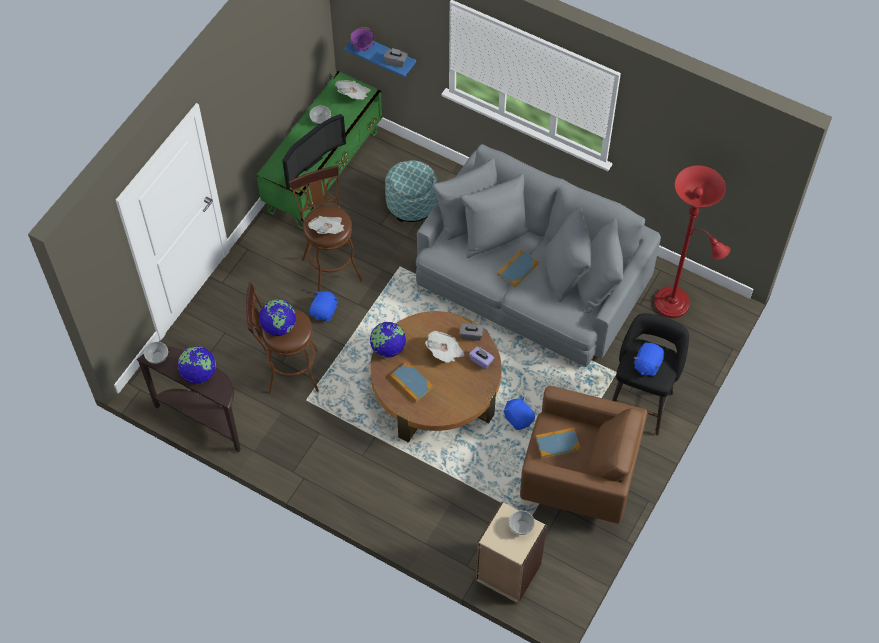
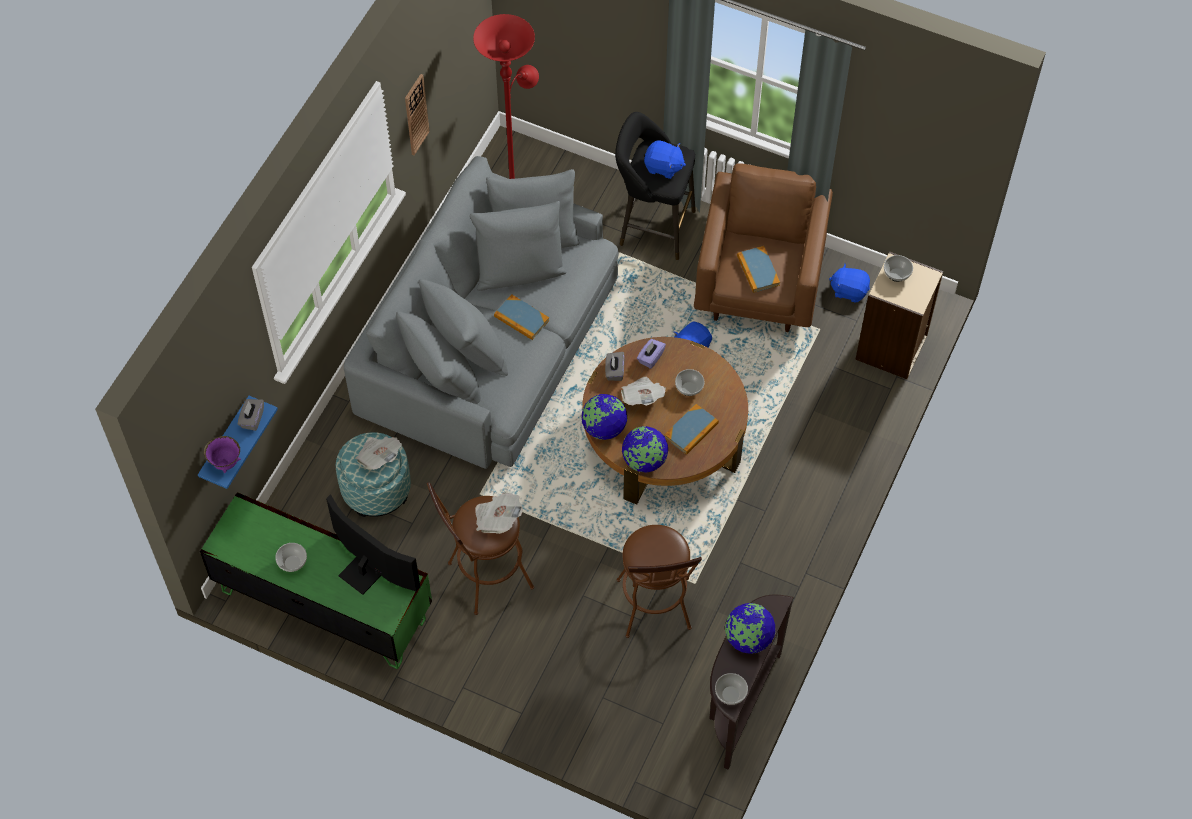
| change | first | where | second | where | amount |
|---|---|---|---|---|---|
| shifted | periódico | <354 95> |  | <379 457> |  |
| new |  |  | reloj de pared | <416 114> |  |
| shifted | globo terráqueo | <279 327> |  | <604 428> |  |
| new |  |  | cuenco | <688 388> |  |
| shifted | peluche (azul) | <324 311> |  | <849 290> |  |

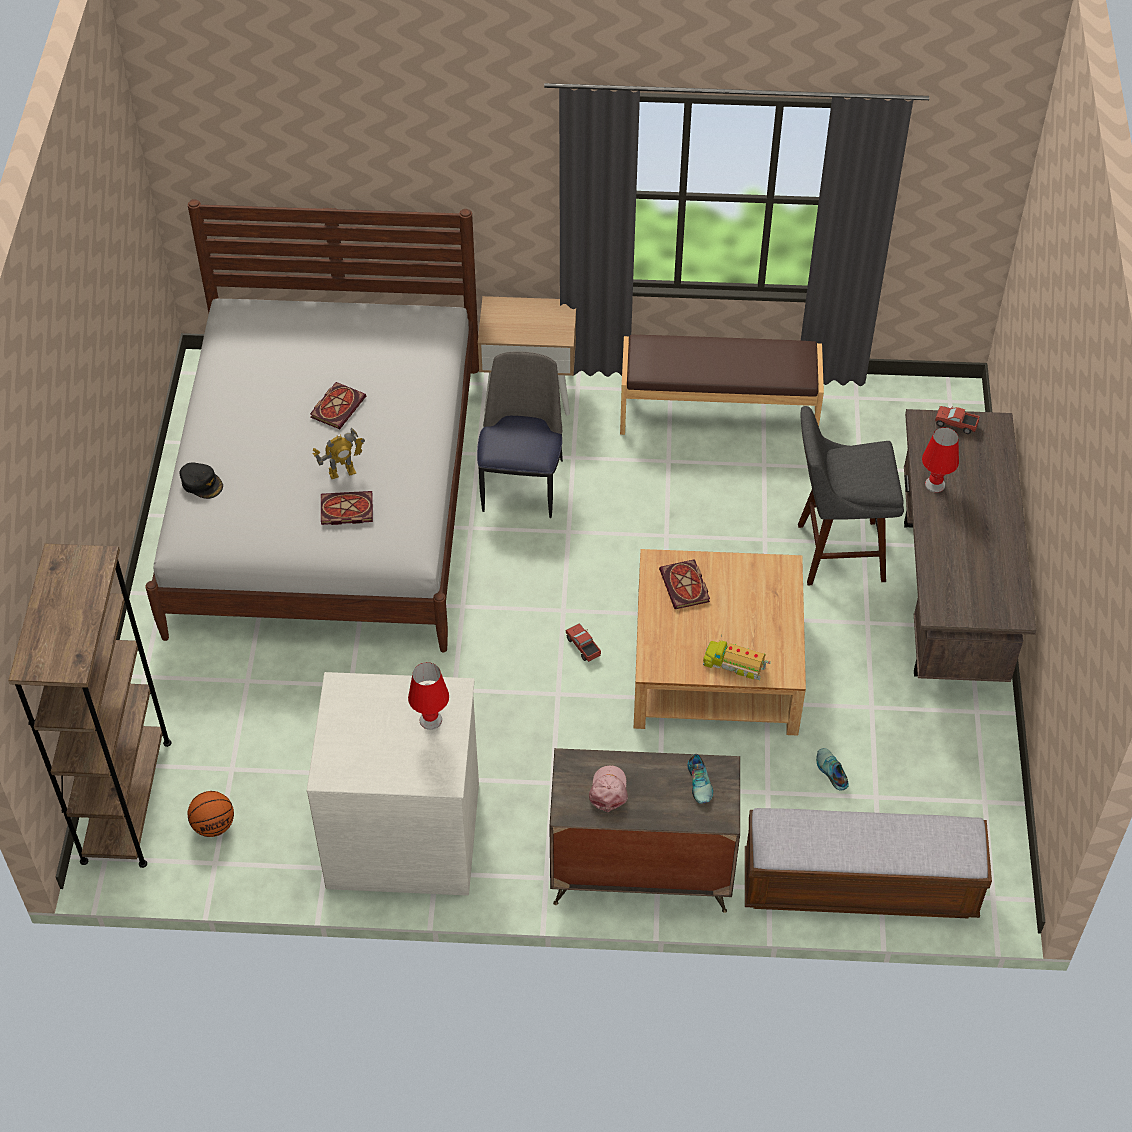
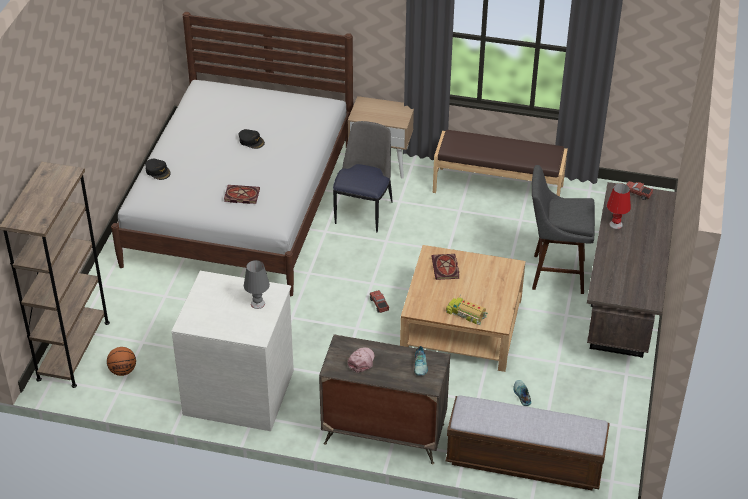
| change | first | where | second | where | amount |
|---|---|---|---|---|---|
| swapped | libro | <338 406> | gorra (negro) | <251 141> |  |
| repainted | lámpara de mesa (rojo) | <430 719> | lámpara de mesa (gris) | <258 303> |  |
| gone | robot de juguete | <342 472> |  |  |  |

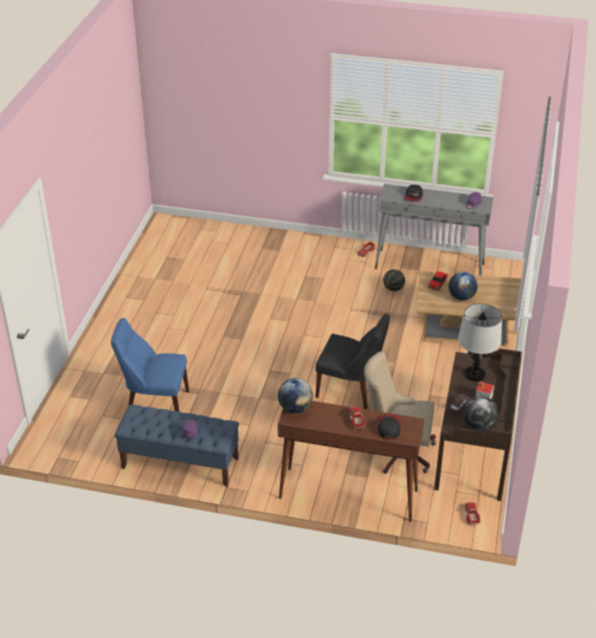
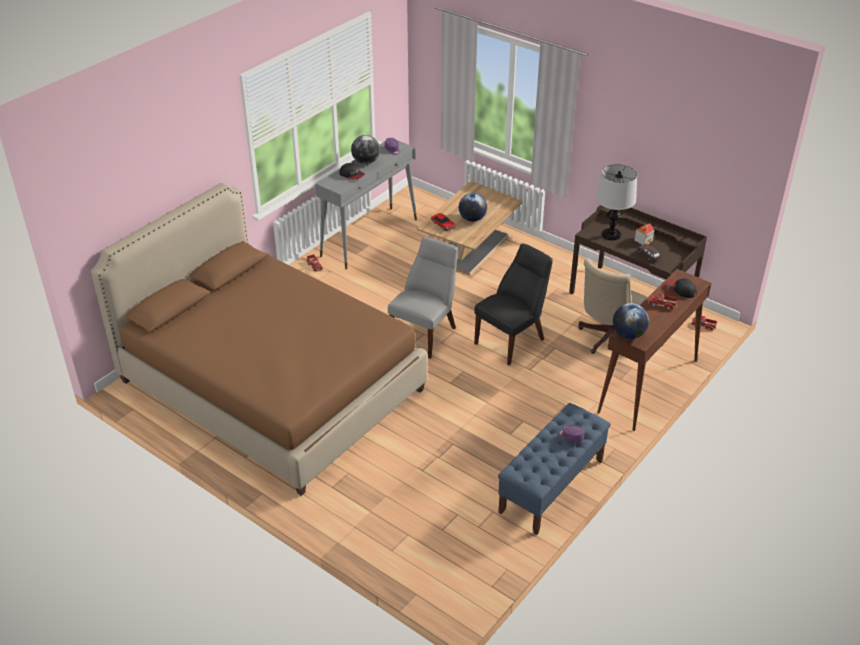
| change | first | where | second | where | amount |
|---|---|---|---|---|---|
| new |  |  | cama (marrón) | <271 386> |  |
| shifted | globo terráqueo | <479 426> |  | <366 162> |  |
| new |  |  | silla (gris) | <425 334> |  |
| gone | silla (azul) | <155 403> |  |  |  |
| gone | balón de baloncesto | <393 288> |  |  |  |

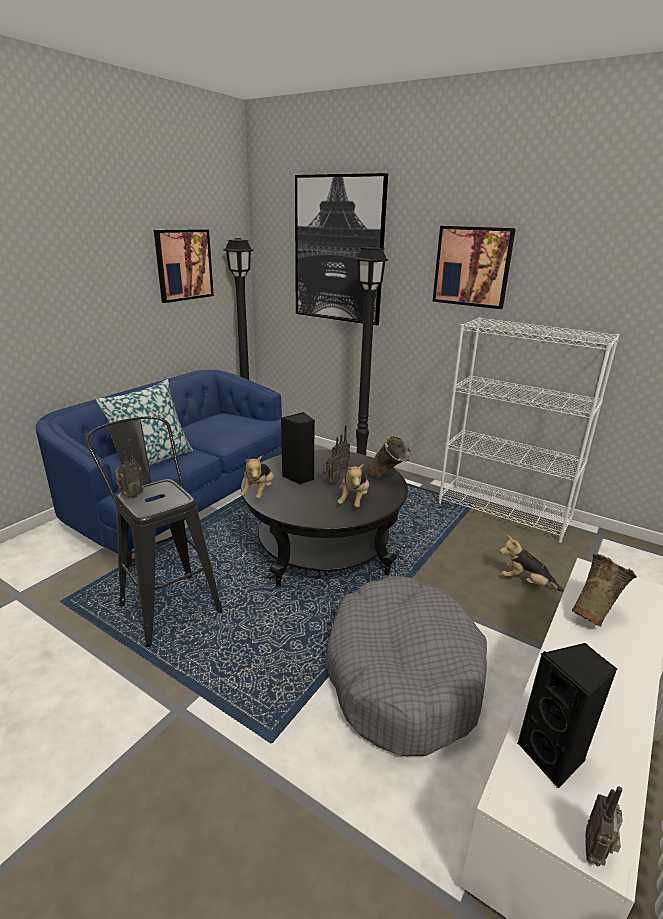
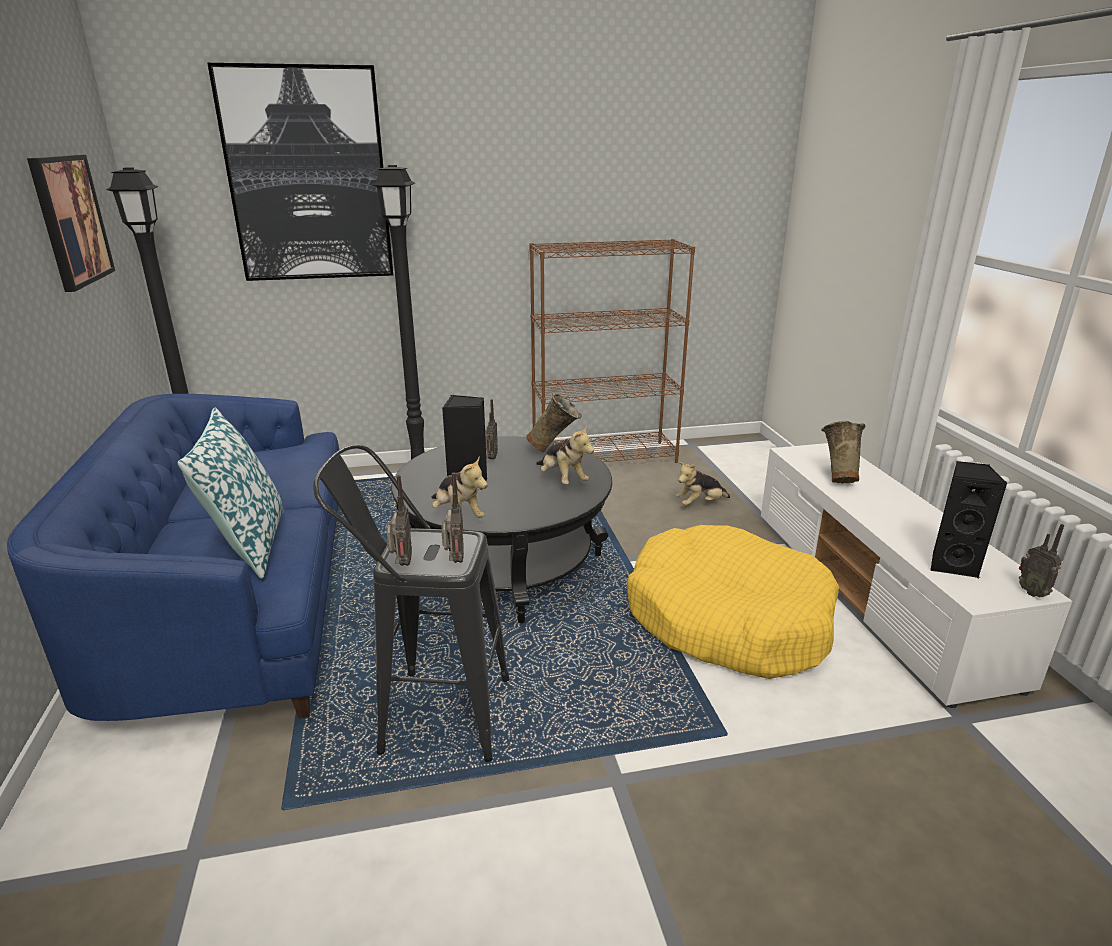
| change | first | where | second | where | amount |
|---|---|---|---|---|---|
| shifted | radio | <331 482> |  | <454 561> |  |
| repainted | estantería (blanco) | <504 512> | estantería (marrón) | <605 457> |  |
| repainted | cama para perro (gris) | <402 674> | cama para perro (amarillo) | <727 619> |  |
| gone | cuadro | <472 266> |  |  |  |

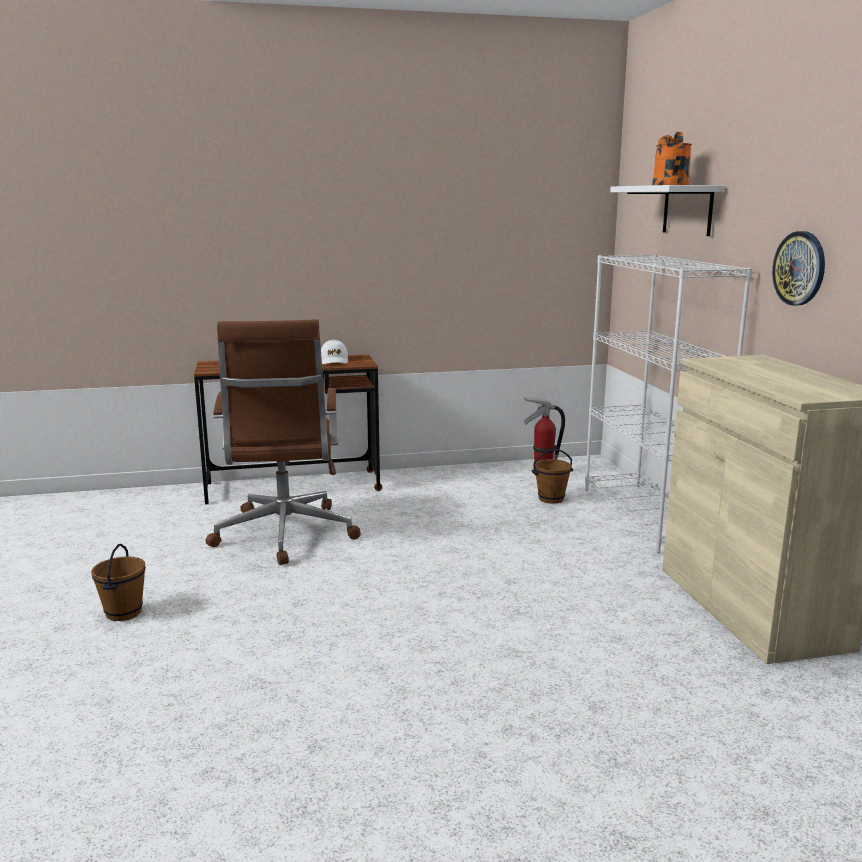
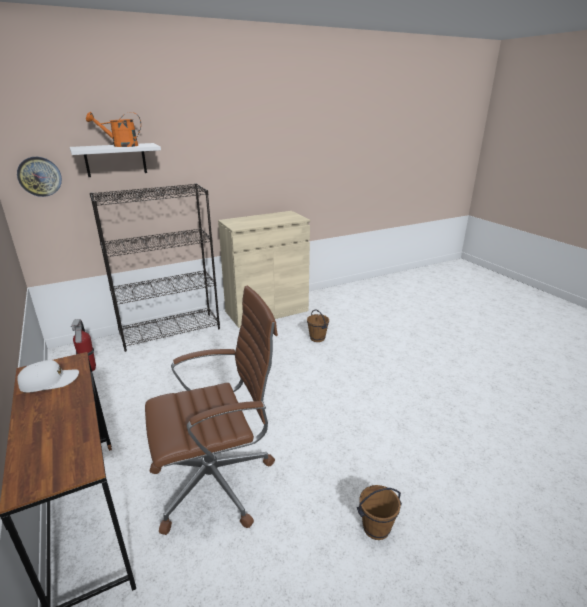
| change | first | where | second | where | amount |
|---|---|---|---|---|---|
| shifted | reloj de pared | <799 268> |  | <39 176> |  |
| repainted | estantería (blanco) | <648 516> | estantería (negro) | <171 331> |  |
| shifted | cubo (marrón) | <551 499> |  | <317 338> |  |

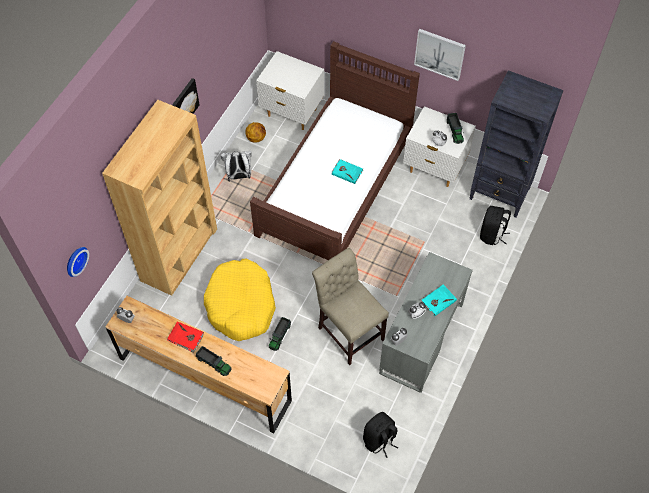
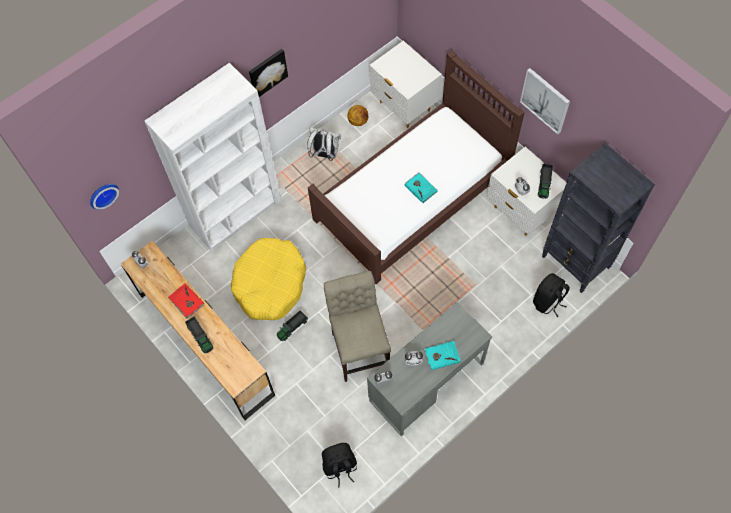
| change | first | where | second | where | amount |
|---|---|---|---|---|---|
| repainted | estantería (marrón) | <179 254> | estantería (blanco) | <235 213> |  |

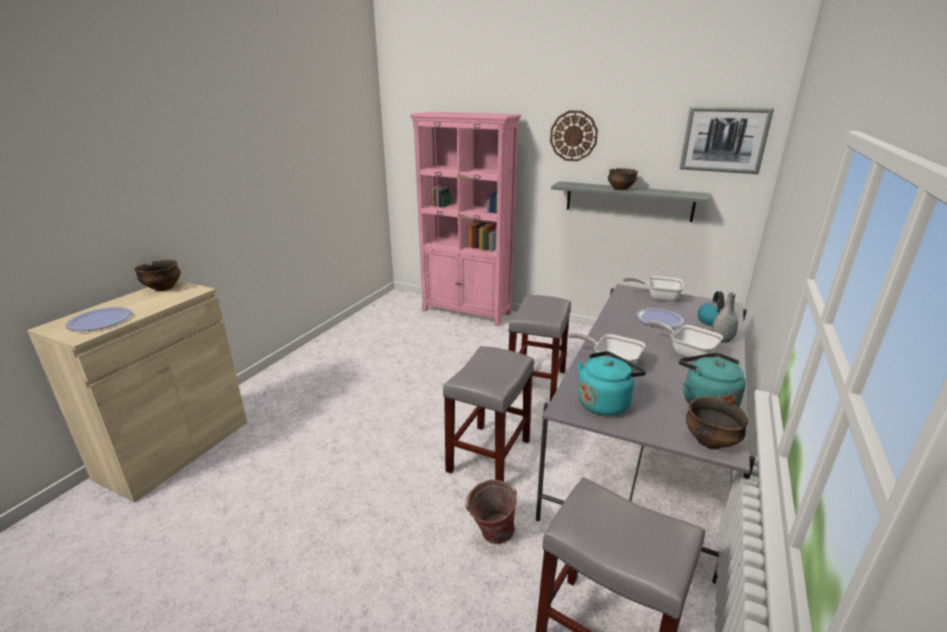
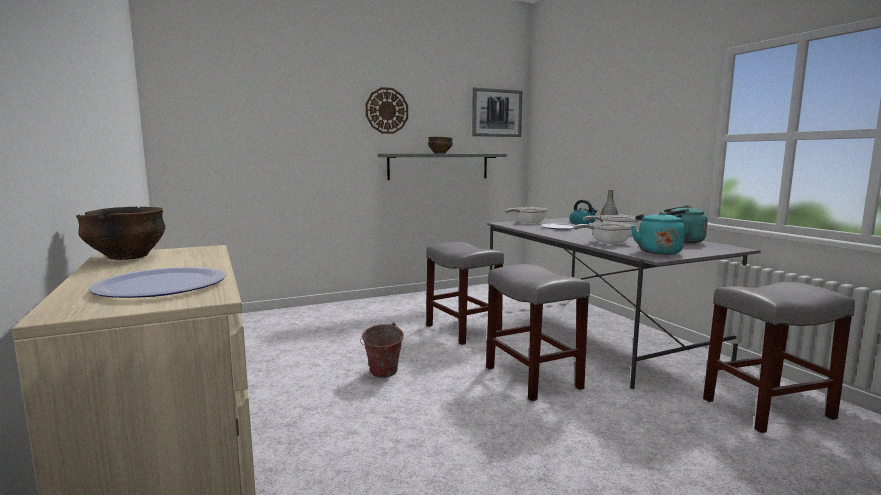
| change | first | where | second | where | amount |
|---|---|---|---|---|---|
| shifted | cubo | <490 535> |  | <382 375> |  |
| gone | estantería (rosa) | <467 312> |  |  |  |
| gone | cuenco | <710 441> |  |  |  |

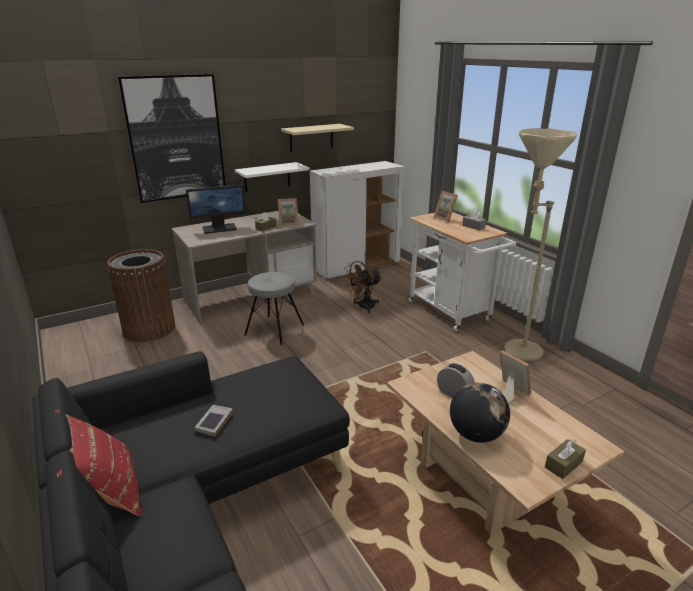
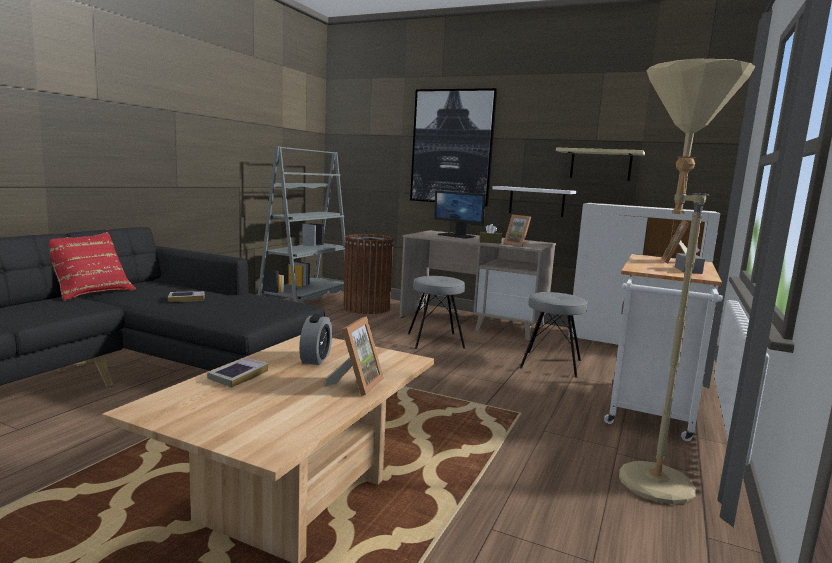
| change | first | where | second | where | amount |
|---|---|---|---|---|---|
| swapped | globo terráqueo | <476 434> | libro | <238 376> |  |
| new |  |  | estantería (gris) | <306 302> |  |
| swapped | ventilador (marrón) | <363 307> | taburete (gris) | <551 364> |  |
| gone | caja de pañuelos (marrón) | <563 464> |  |  |  |

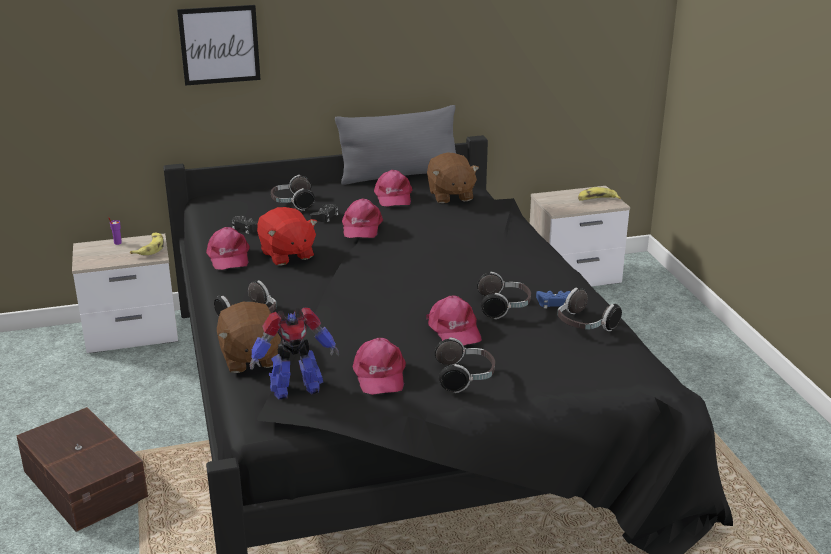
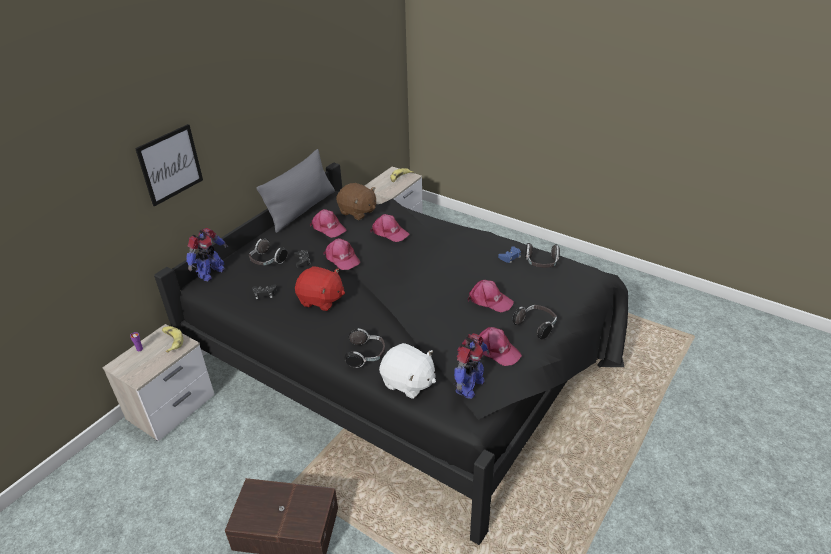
| change | first | where | second | where | amount |
|---|---|---|---|---|---|
| new |  |  | robot de juguete | <210 273> |  |
| shifted | gorra (rosa) | <228 257> |  | <389 232> |  |
| repainted | peluche (marrón) | <249 358> | peluche (blanco) | <408 383> |  |
| gone | auriculares | <504 307> |  |  |  |

